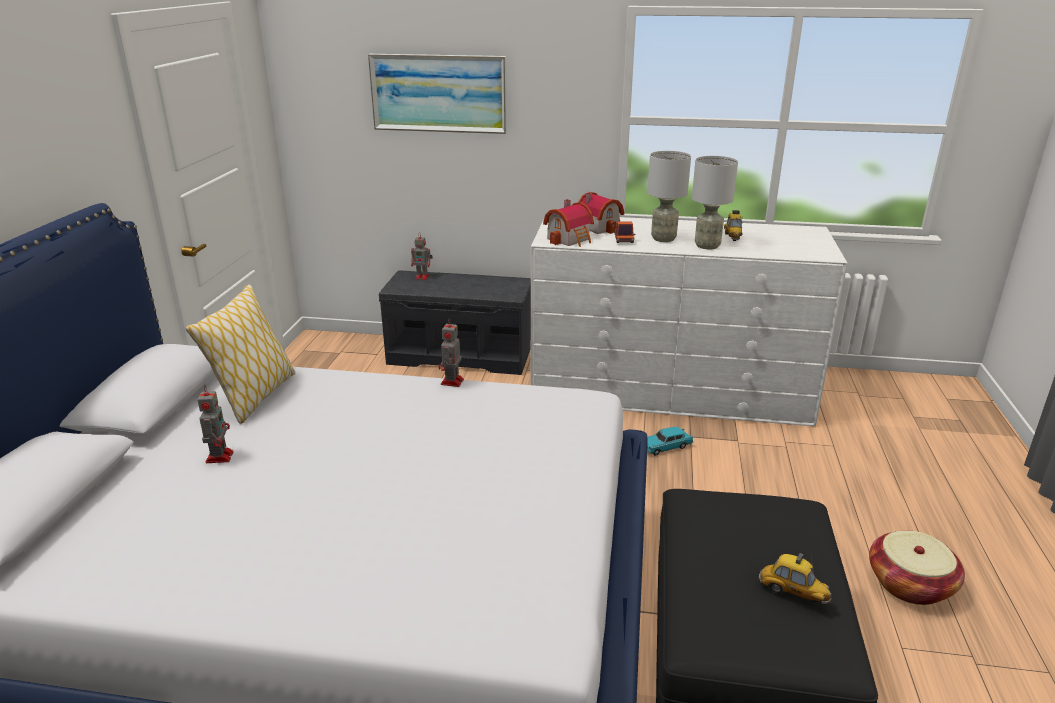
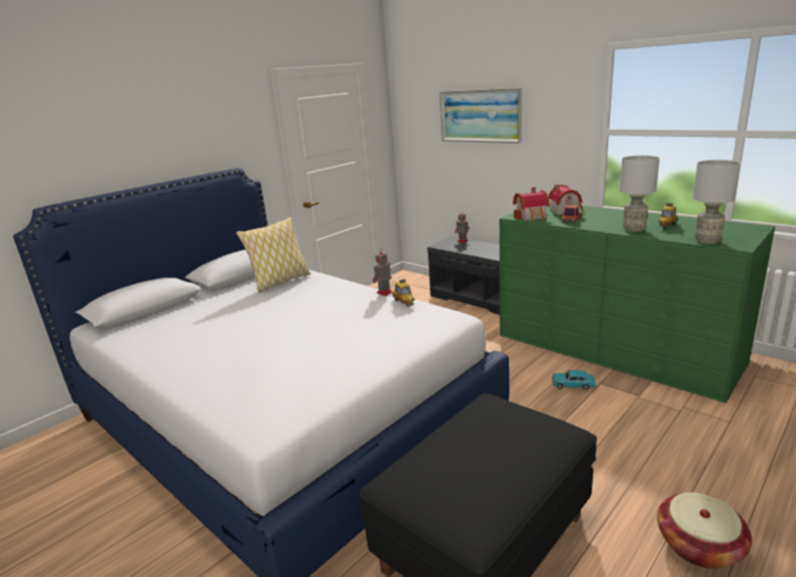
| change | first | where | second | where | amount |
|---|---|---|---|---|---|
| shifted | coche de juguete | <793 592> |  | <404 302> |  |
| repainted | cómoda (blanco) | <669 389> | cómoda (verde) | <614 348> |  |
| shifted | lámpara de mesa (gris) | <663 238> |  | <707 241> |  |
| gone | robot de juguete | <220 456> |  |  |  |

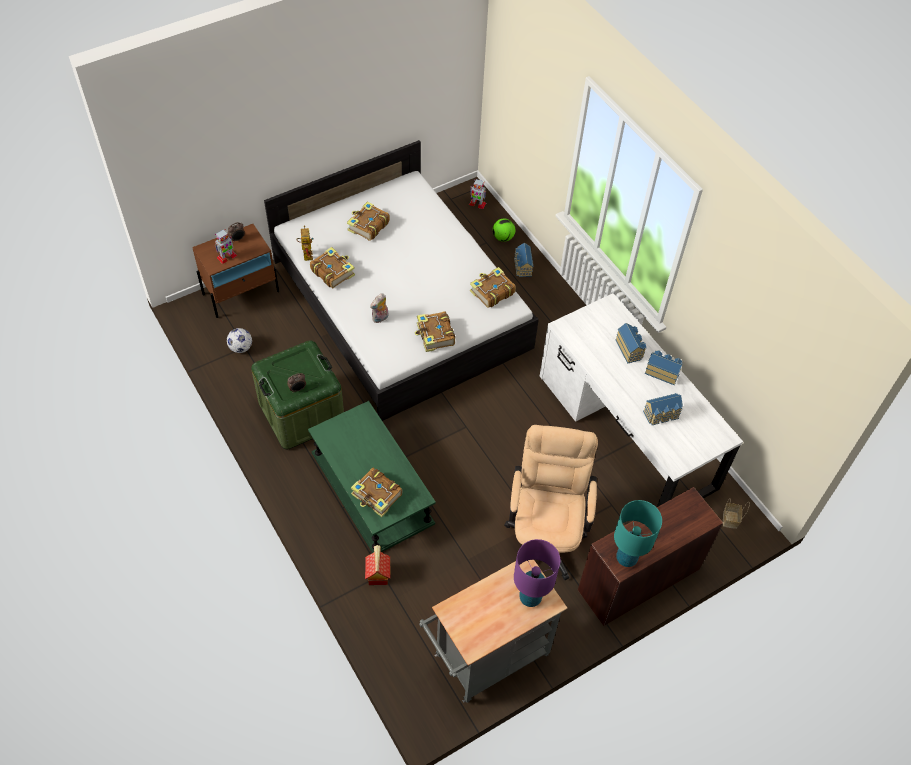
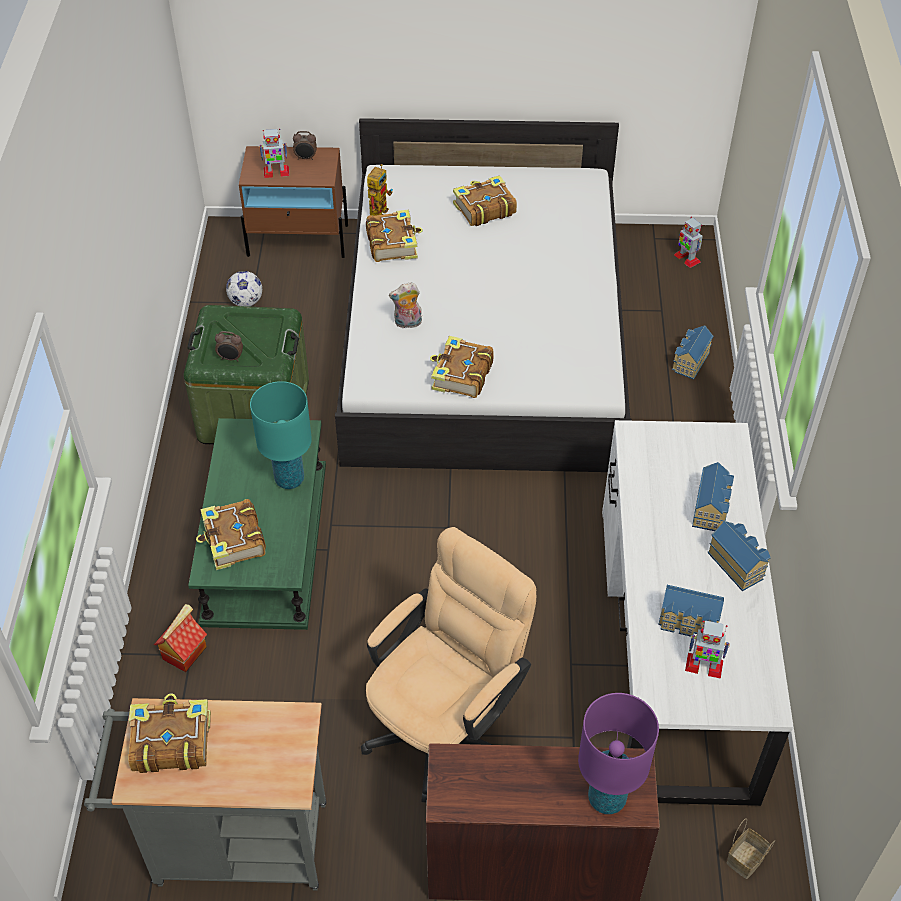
| change | first | where | second | where | amount |
|---|---|---|---|---|---|
| shifted | libro | <491 292> |  | <170 741> |  |
| shifted | lámpara de mesa (turquesa) | <626 558> |  | <289 479> |  |
| shifted | lámpara de mesa (morado) | <530 597> |  | <607 798> |  |
| new |  |  | robot de juguete | <703 665> |  |
| gone | balón de fútbol | <503 237> |  |  |  |

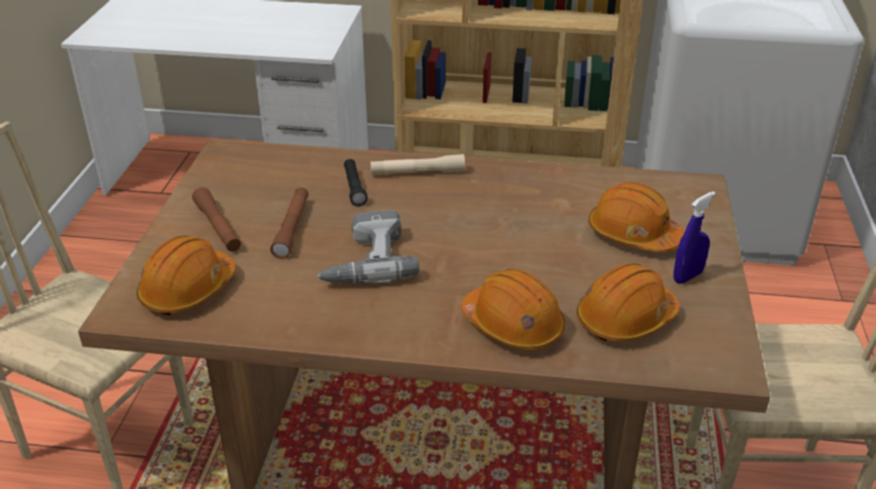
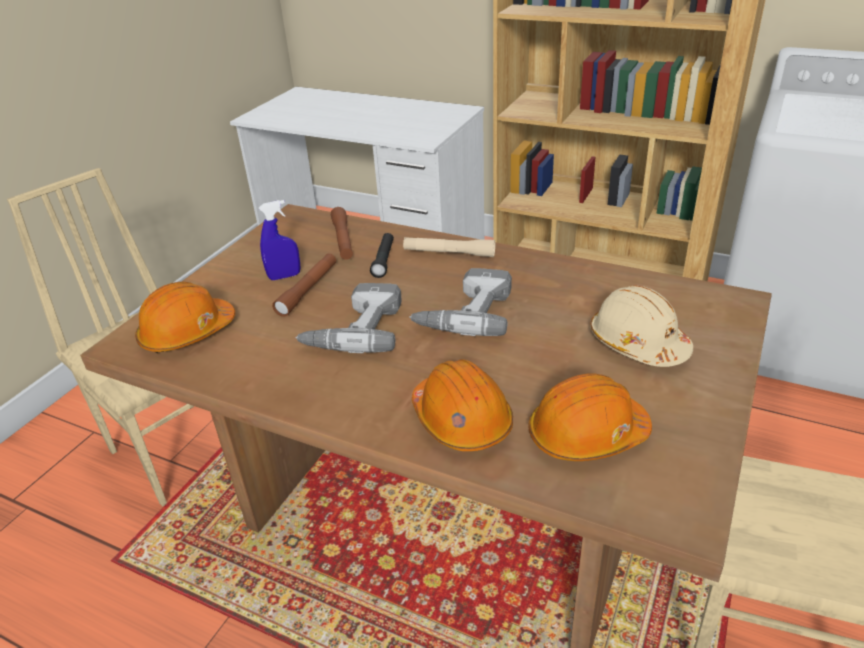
| change | first | where | second | where | amount |
|---|---|---|---|---|---|
| shifted | pulverizador (azul) | <687 277> |  | <284 276> |  |
| shifted | linterna (marrón) | <218 227> |  | <343 240> |  |
| new |  |  | taladro | <465 312> |  |
| repainted | casco (naranja) | <633 235> | casco (beis) | <637 343> |  |

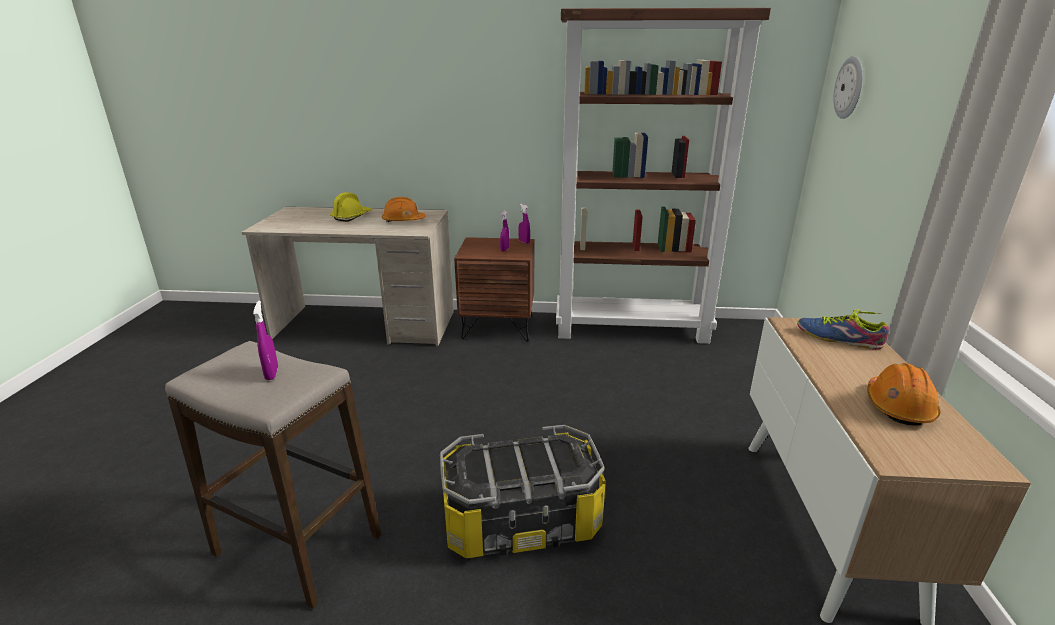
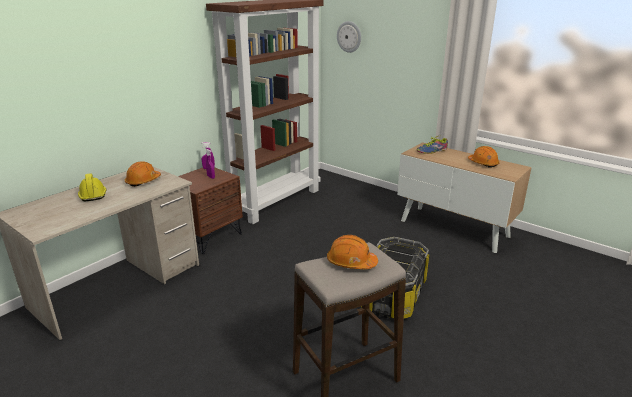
| change | first | where | second | where | amount |
|---|---|---|---|---|---|
| swapped | pulverizador (morado) | <272 373> | casco (naranja) | <351 262> |  |

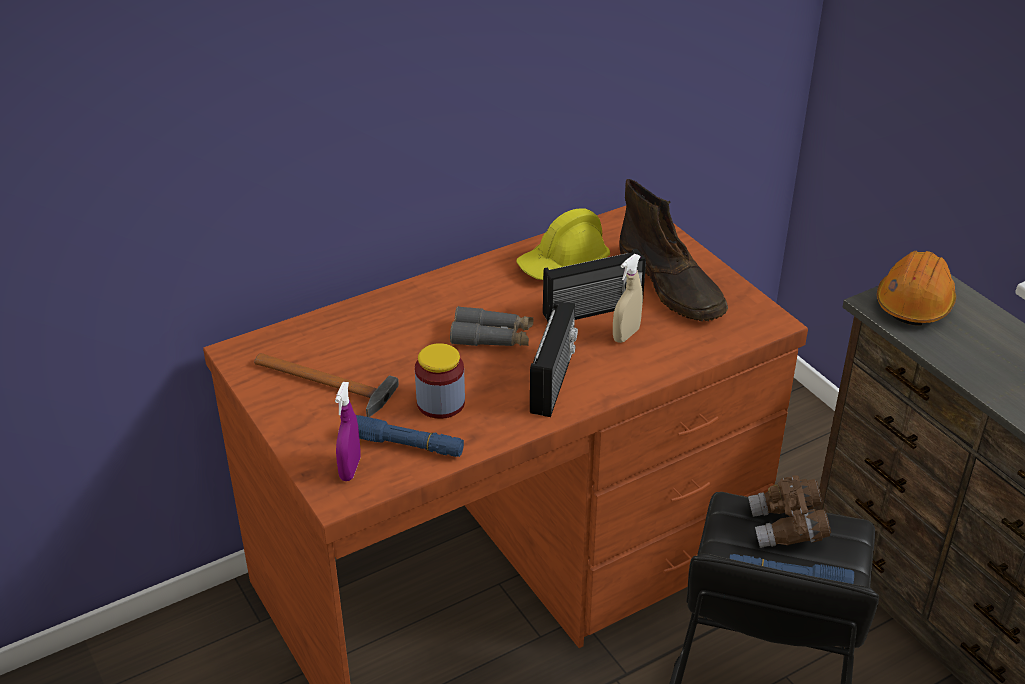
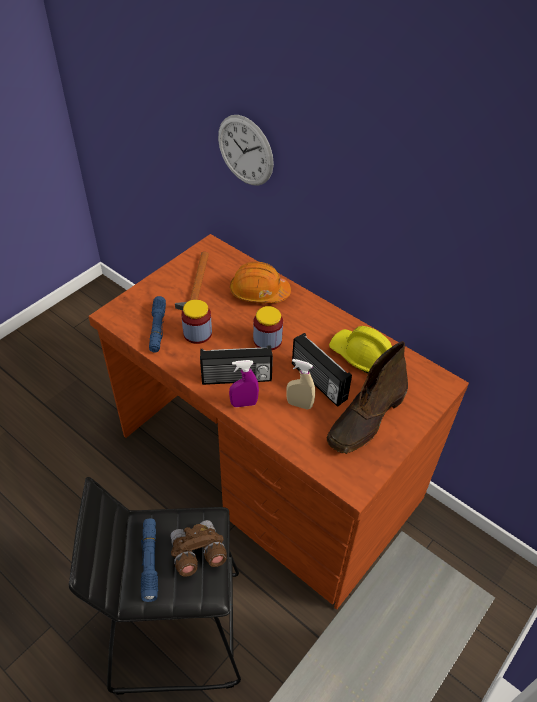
| change | first | where | second | where | amount |
|---|---|---|---|---|---|
| new |  |  | reloj de pared | <245 150> |  |
| shifted | pulverizador (morado) | <350 469> |  | <244 404> |  |
| shifted | casco (naranja) | <914 303> |  | <259 292> |  |
| swapped | prismáticos (gris) | <492 337> | tarro | <267 340> |  |

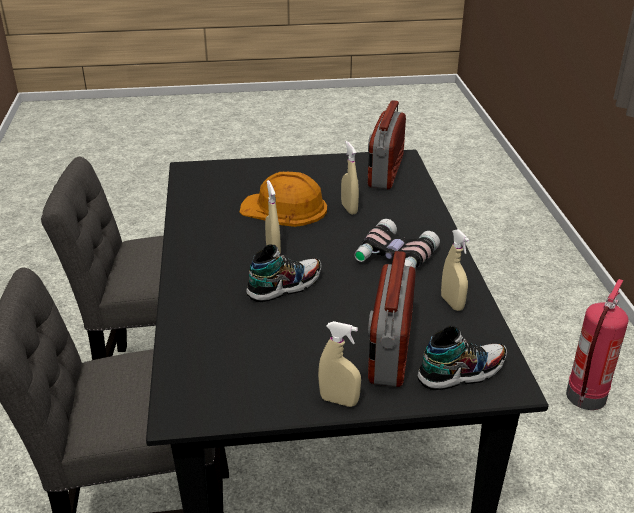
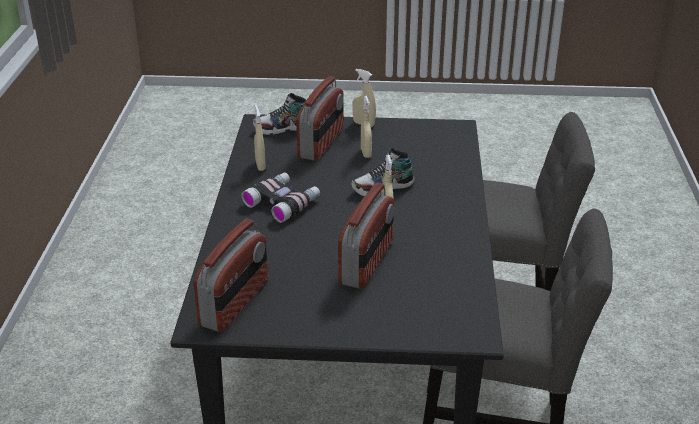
| change | first | where | second | where | amount |
|---|---|---|---|---|---|
| swapped | casco (naranja) | <284 208> | radio | <367 263> |  |
| shifted | pulverizador (beis) | <349 209> |  | <366 153> |  |
| gone | extintor | <586 398> |  |  |  |

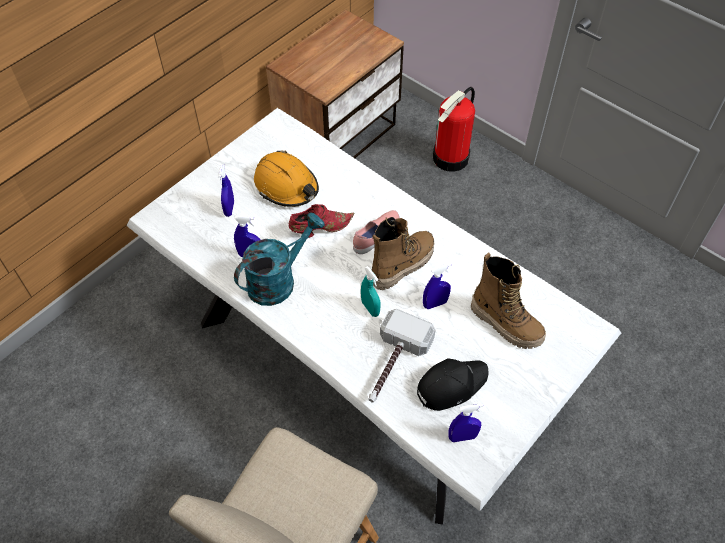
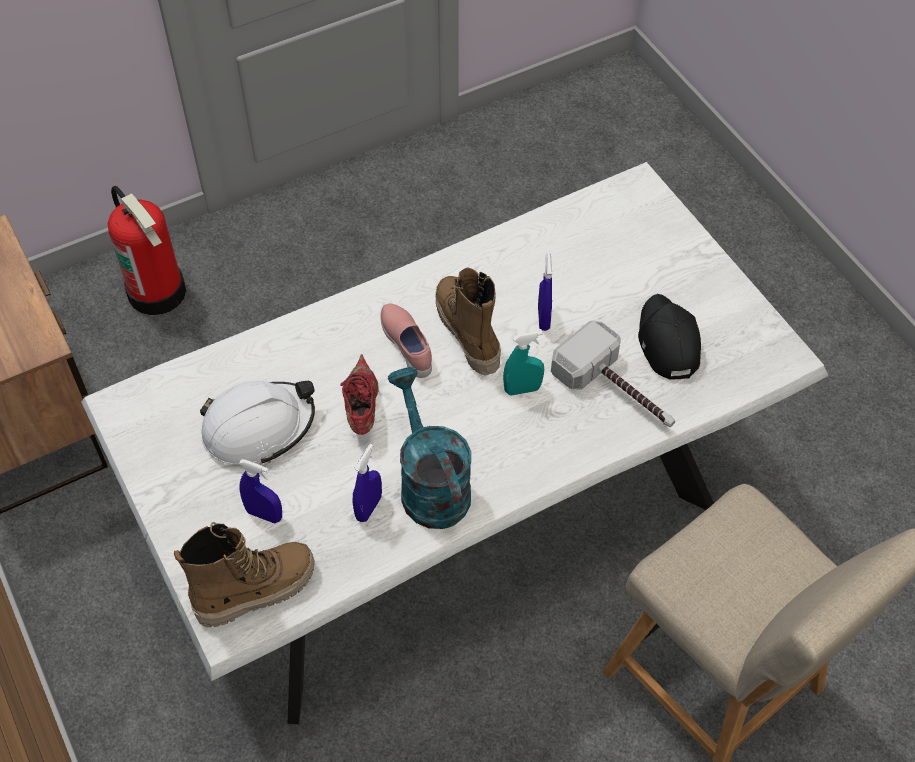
| change | first | where | second | where | amount |
|---|---|---|---|---|---|
| shifted | bota | <506 323> |  | <255 590> |  |
| repainted | casco (naranja) | <286 186> | casco (blanco) | <258 427> |  |
| gone | pulverizador (azul) | <462 437> |  |  |  |

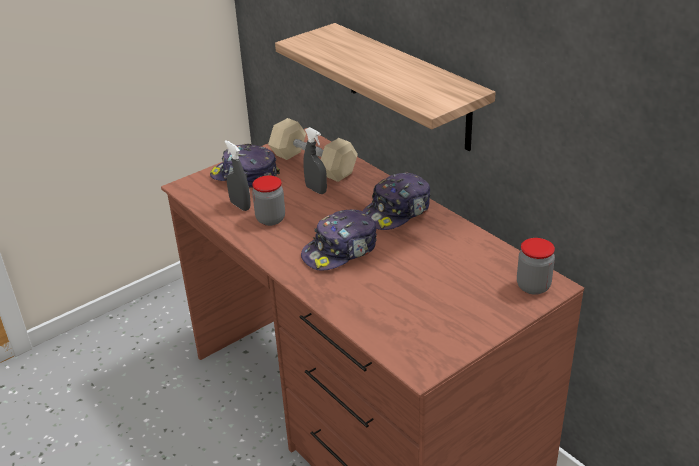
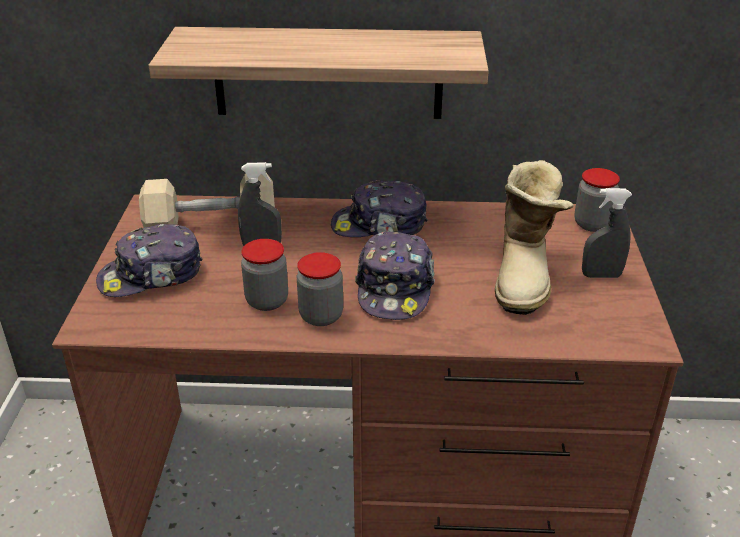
| change | first | where | second | where | amount |
|---|---|---|---|---|---|
| new |  |  | tarro | <321 316> |  |
| rotated | gorra | <397 212> |  | <379 225> | 90 degrees clockwise |
| new |  |  | bota | <526 276> |  |
| shifted | pulverizador (gris) | <240 206> |  | <601 275> |  |

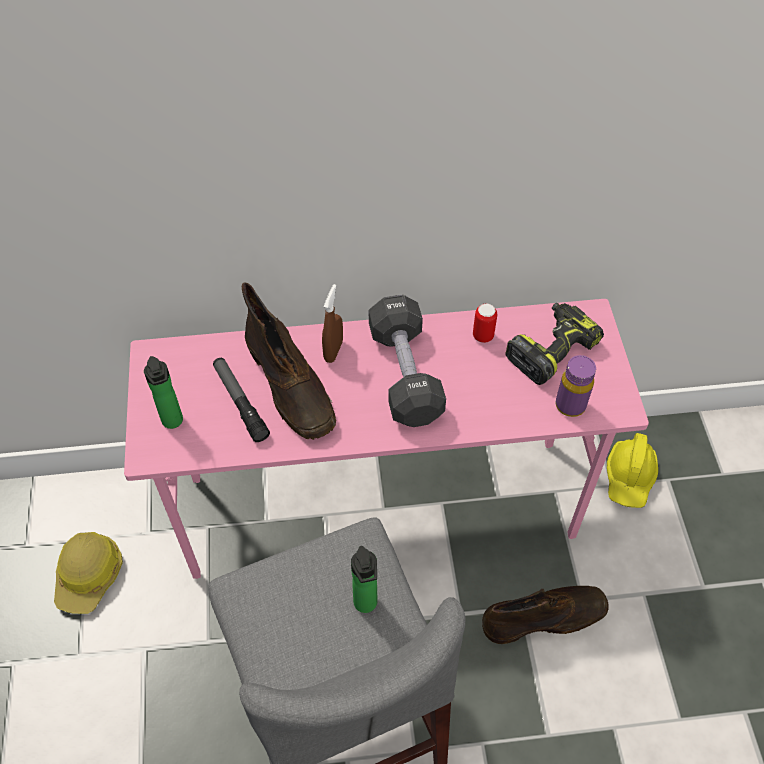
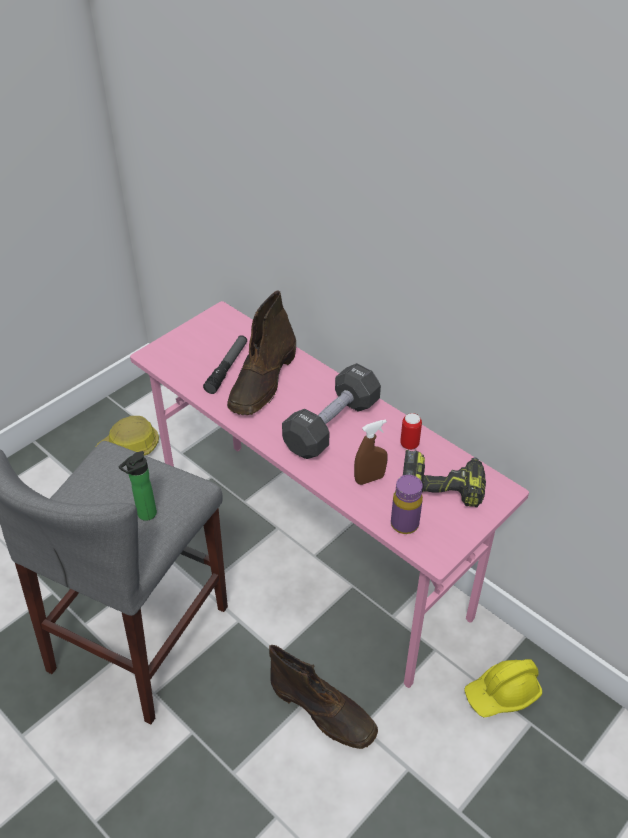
| change | first | where | second | where | amount |
|---|---|---|---|---|---|
| shifted | pulverizador (marrón) | <333 351> |  | <369 479> |  |
| gone | botella | <173 423> |  |  |  |

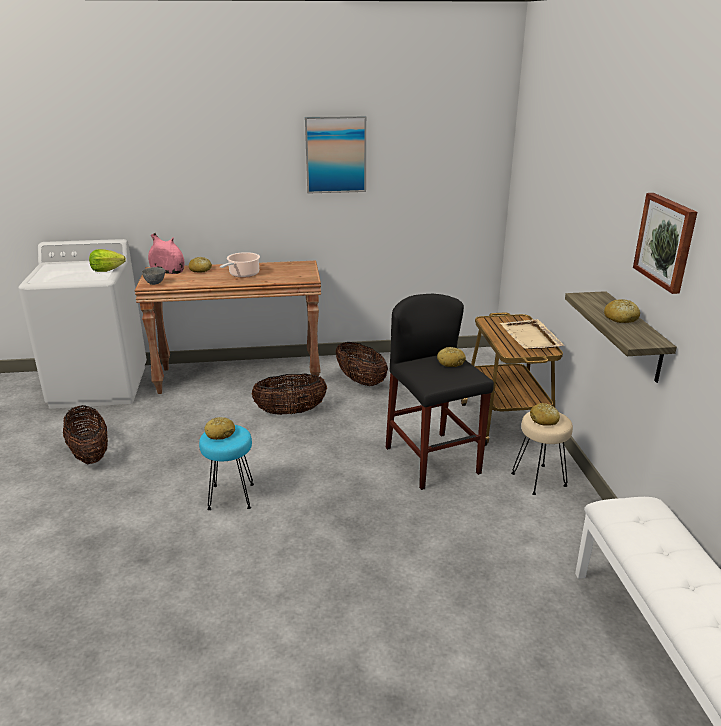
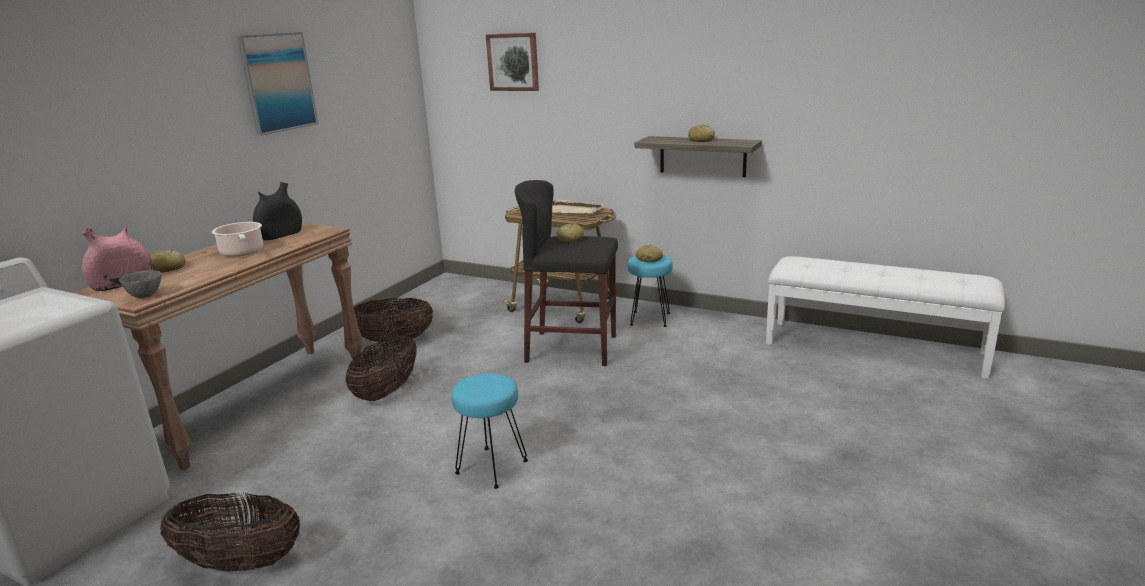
| change | first | where | second | where | amount |
|---|---|---|---|---|---|
| new |  |  | florero (negro) | <280 235> |  |
| shifted | cuadro | <666 241> |  | <513 62> |  |
| repainted | taburete (beis) | <539 479> | taburete (turquesa) | <650 319> |  |
| gone | lechuga | <106 270> |  |  |  |
| gone | pan | <220 433> |  |  |  |

